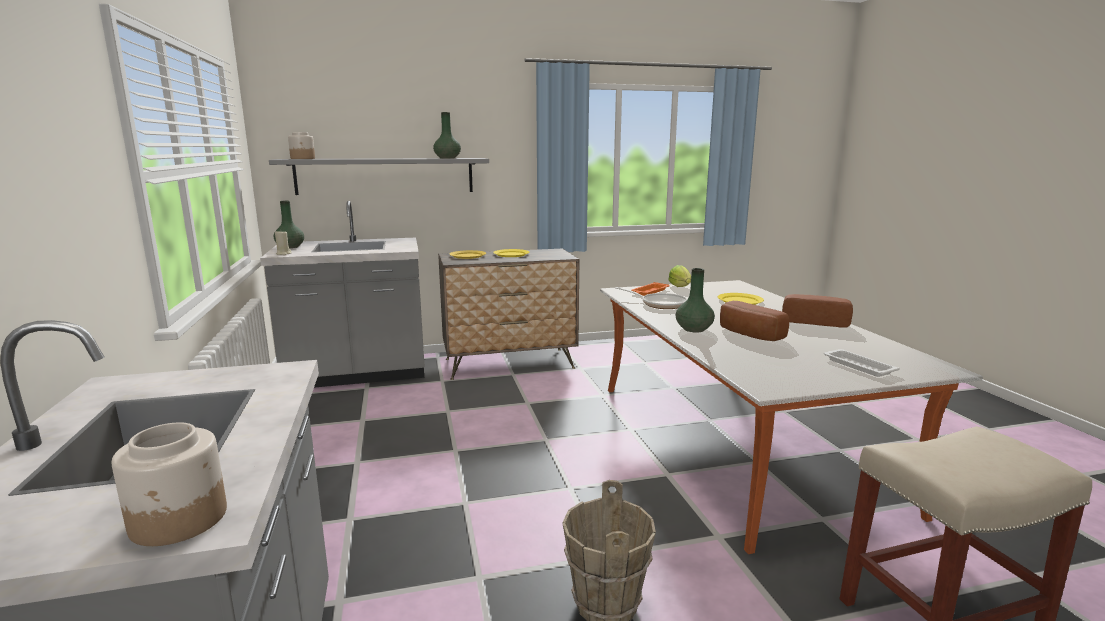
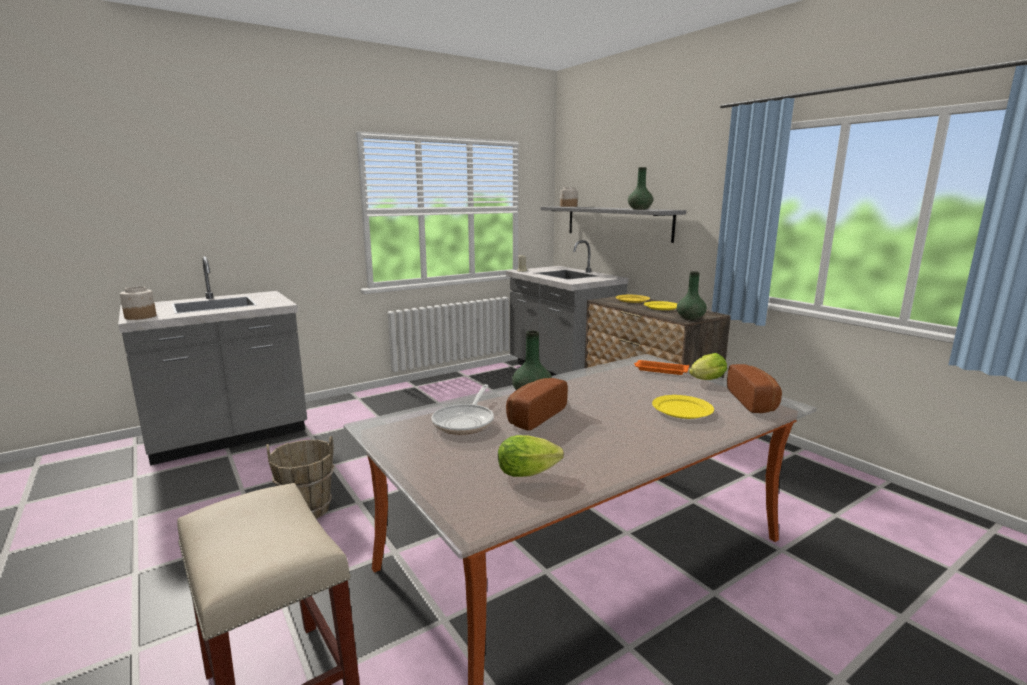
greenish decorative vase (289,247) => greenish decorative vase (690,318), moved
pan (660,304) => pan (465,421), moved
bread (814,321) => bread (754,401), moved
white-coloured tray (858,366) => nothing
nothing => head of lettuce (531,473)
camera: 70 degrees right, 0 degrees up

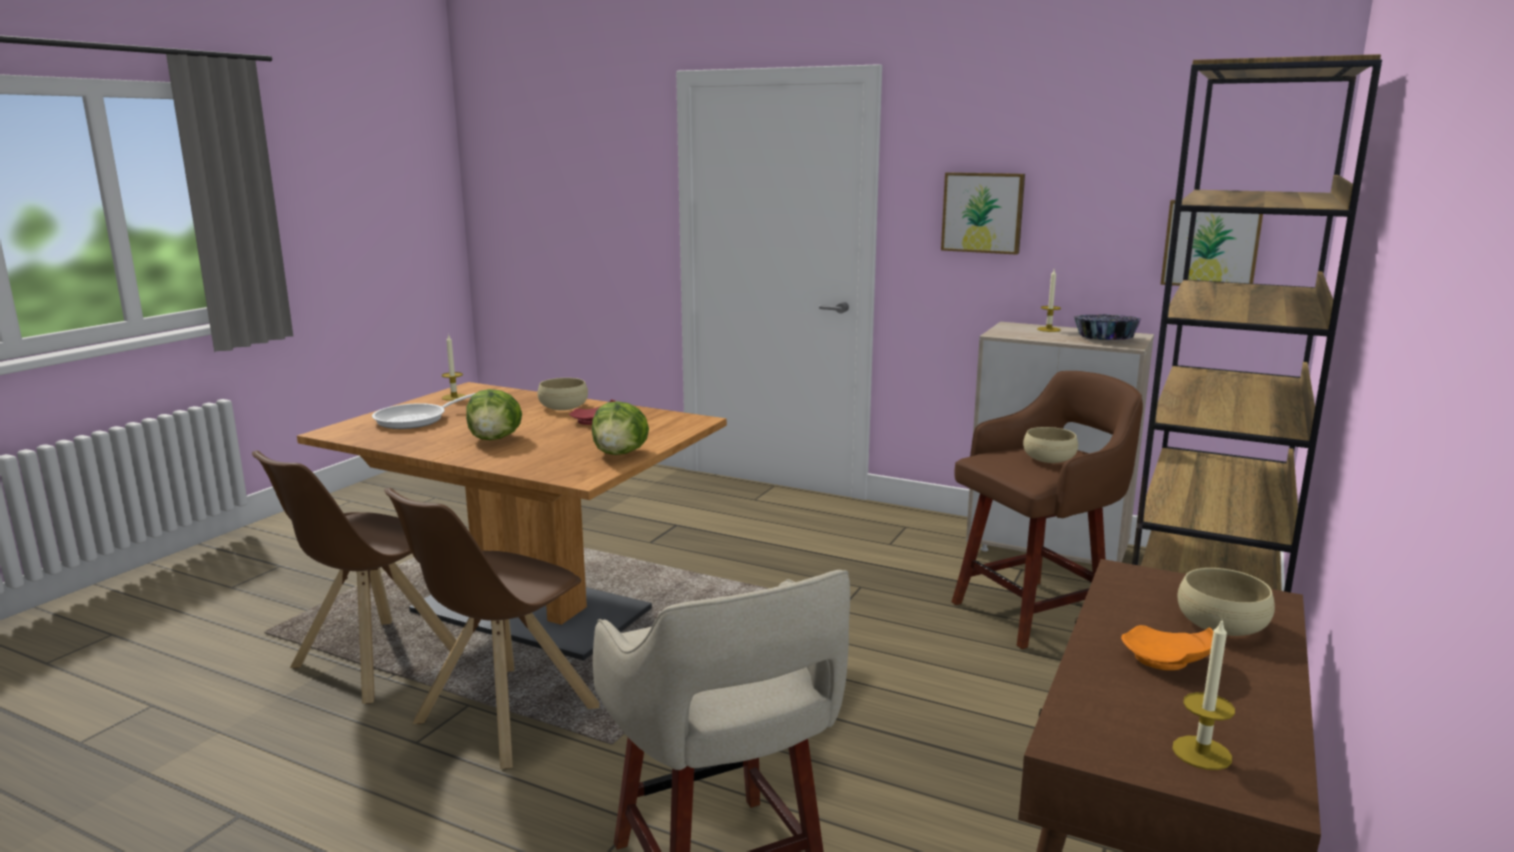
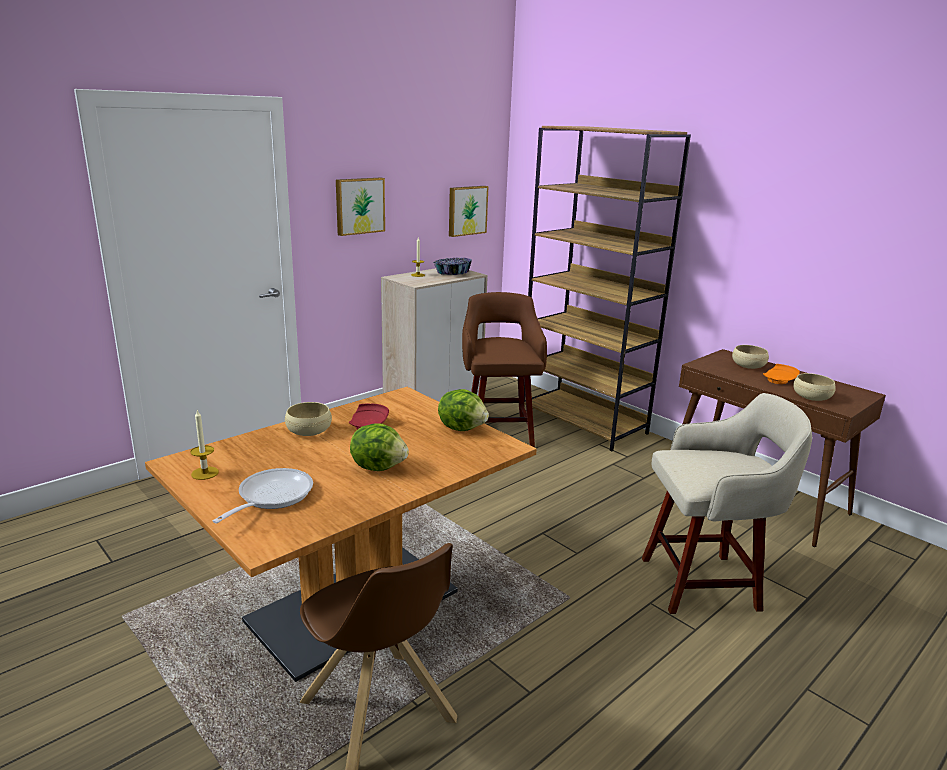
pan (417,419) => pan (271,497), 135 degrees counterclockwise
sand-coloured serving bowl (1049,459) => sand-coloured serving bowl (812,397), moved
brownish chair (502,716) => nothing
wax light (1201,753) => nothing
camera: 70 degrees left, 5 degrees up

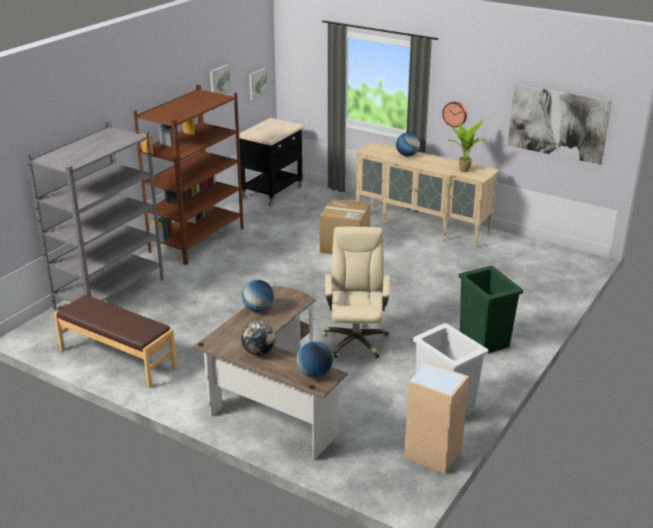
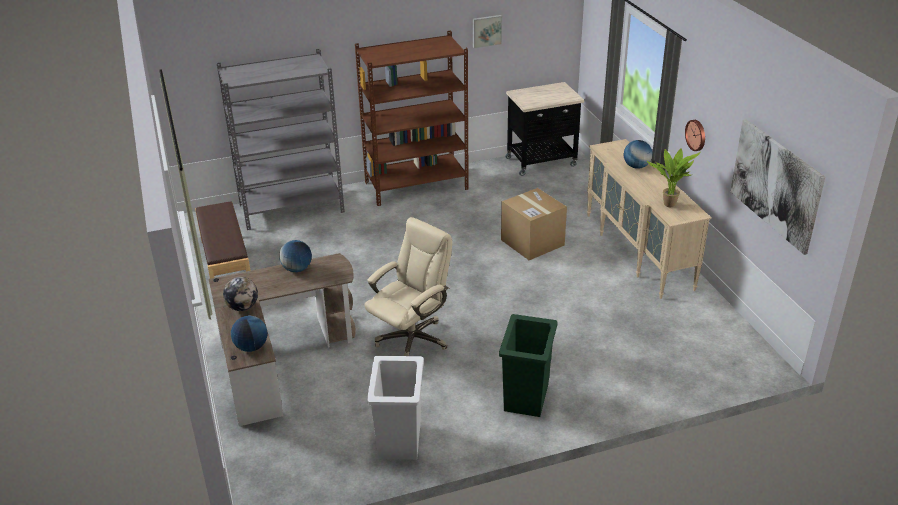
wall art (257,83) => nothing
shelving unit (433,455) => nothing
camera: 40 degrees right, 5 degrees up

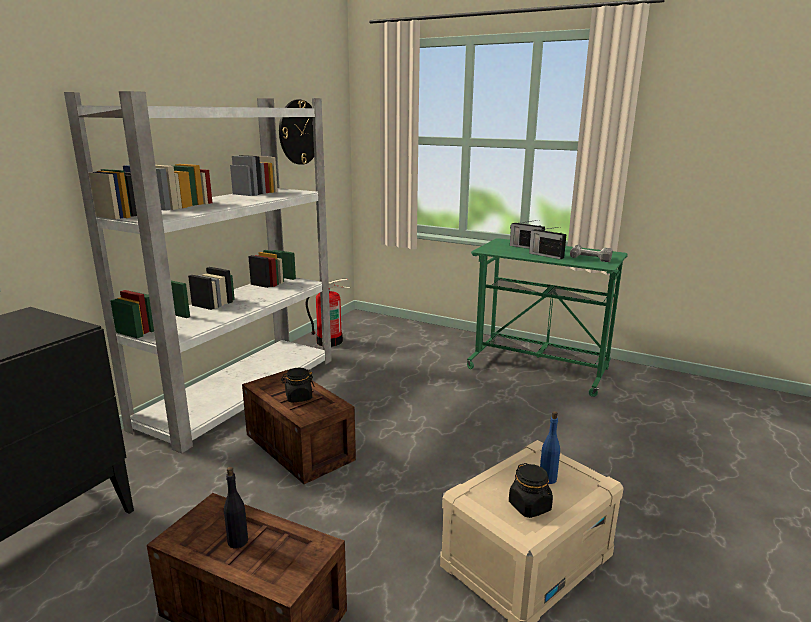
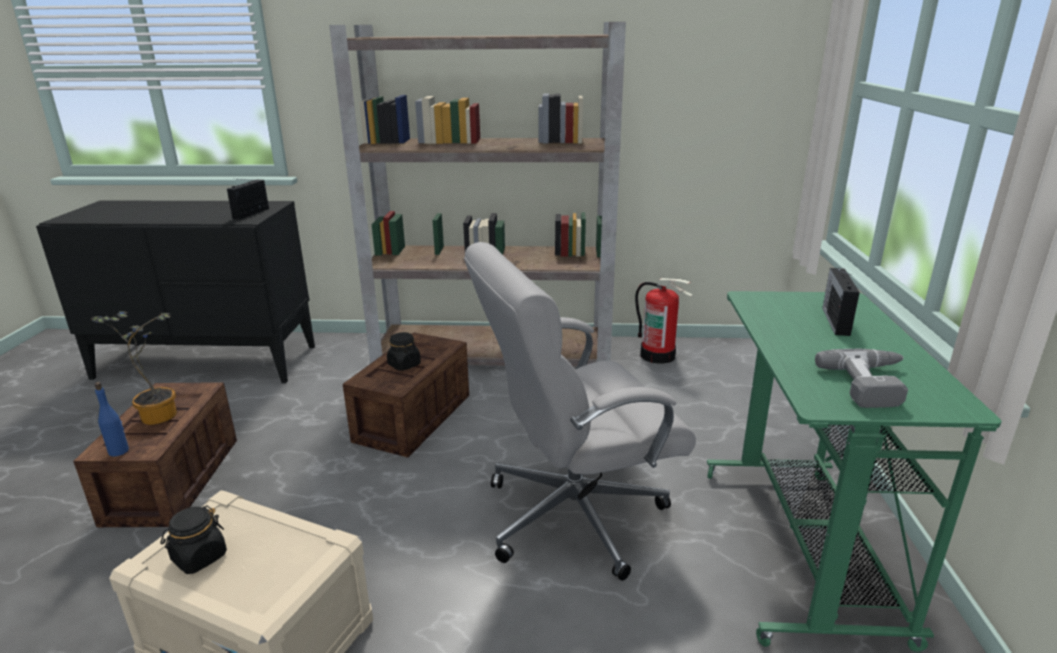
white-coloured shelving unit (241,391) => brownish shelving unit (493,353)
clock on the wall (299,132) => nothing
radio receiver (545,255) => radio receiver (252,213), moved
bluish drink bottle (547,478) => bluish drink bottle (119,451), moved
black drink bottle (237,541) => houseplant (158,414)
nothing => grey desk chair (575,514)
camera: 65 degrees right, 5 degrees up

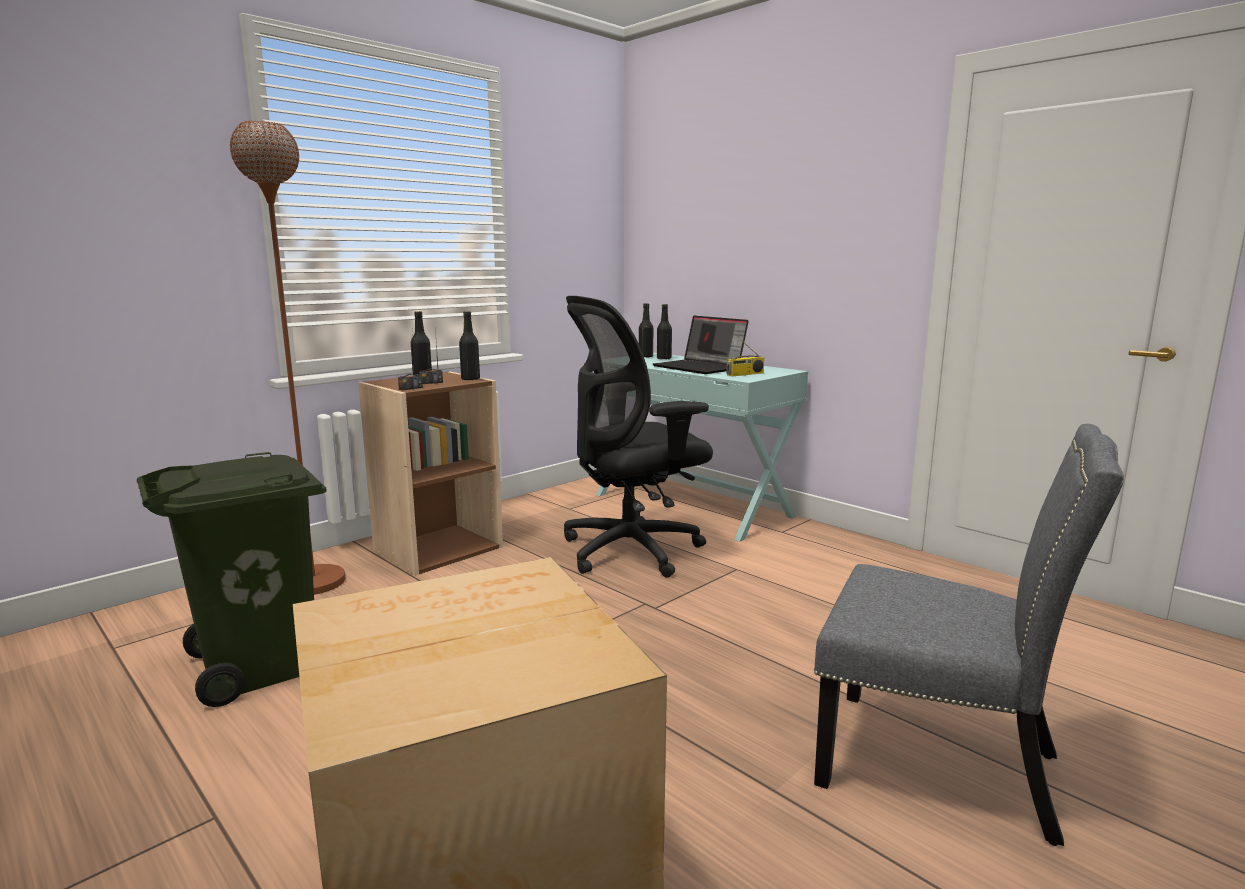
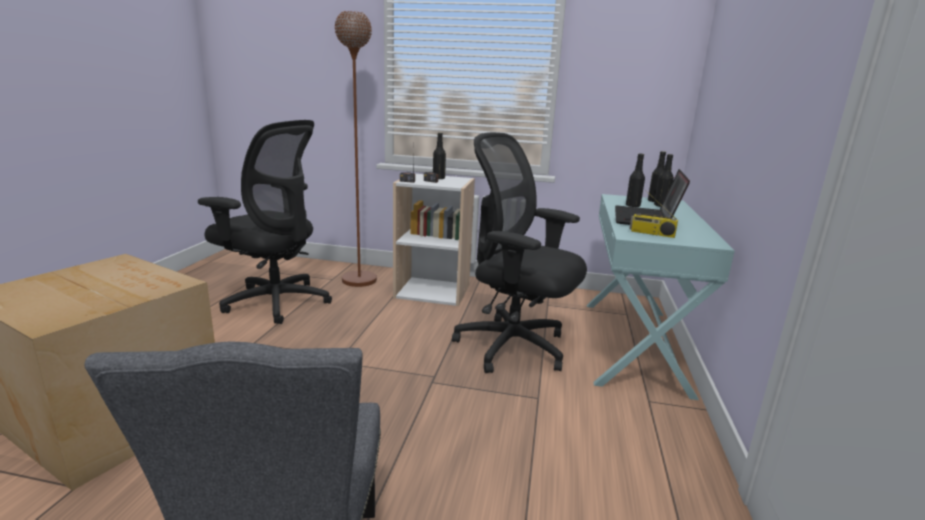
black drink bottle (470,379) => black drink bottle (632,206), moved
brownish shelving unit (439,548) => white-coloured shelving unit (433,291)
greenish rubbish bin (261,666) => black desk chair (271,302)
camera: 55 degrees right, 5 degrees up

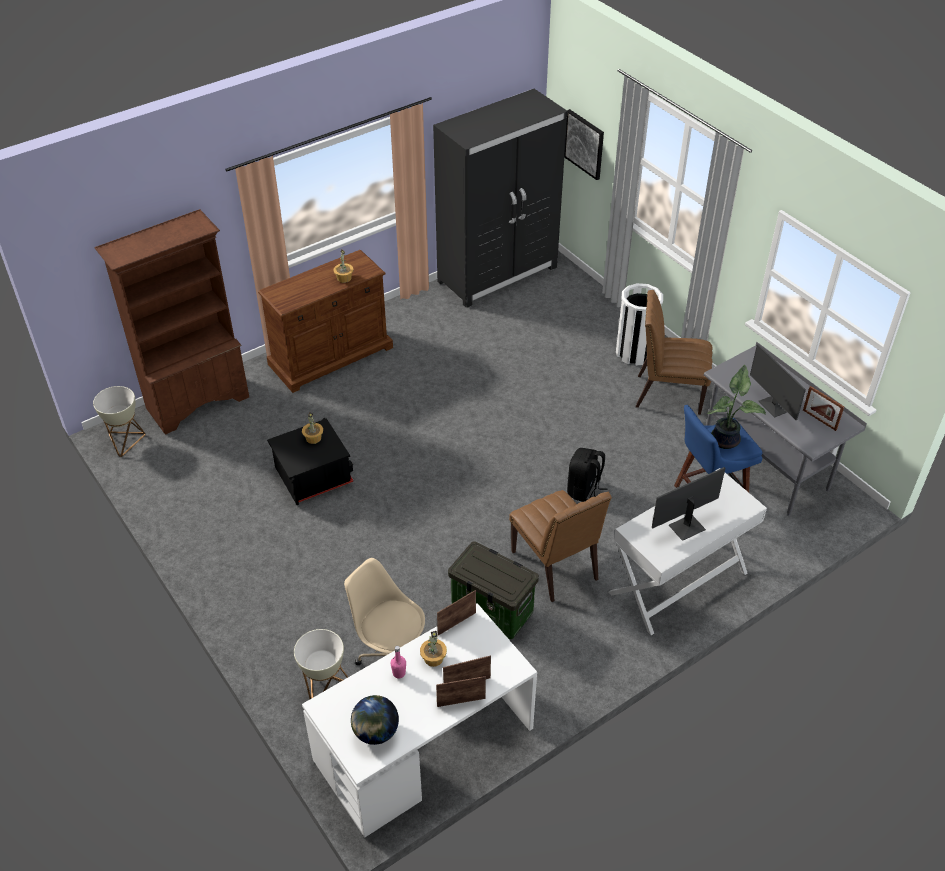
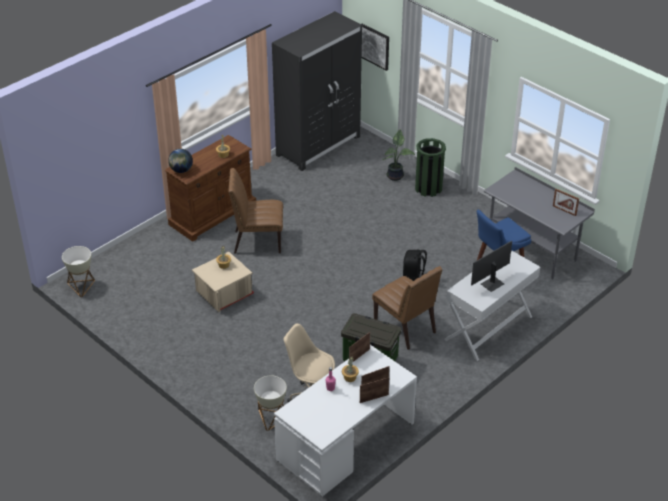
brownish shelving unit (197,402) => nothing
white-coloured rubbish bin (634,352) => greenish rubbish bin (428,188)
brownish chair (669,394) => brownish chair (258,242), moved
computer display (774,406) => nothing
houseplant (726,439) => houseplant (396,176), moved
black storage bin (312,475) => sand-coloured storage bin (223,293)
globe (375,732) => globe (181,170), moved
camera: 10 degrees left, 5 degrees down

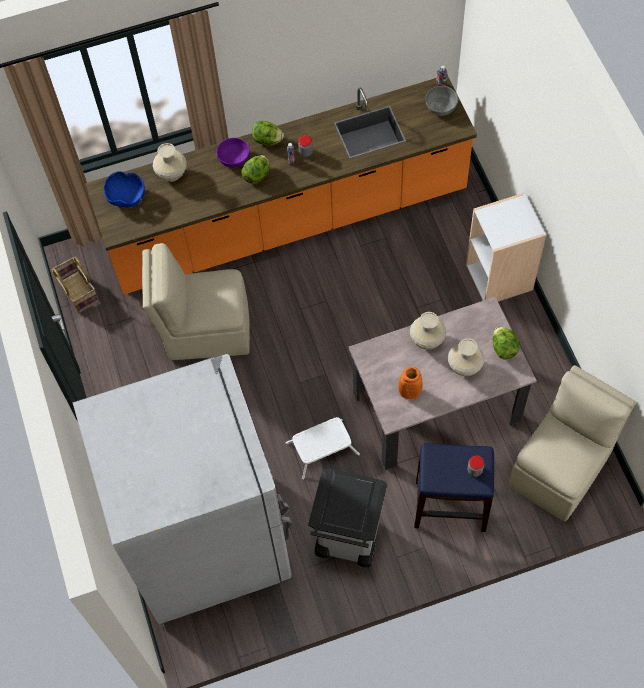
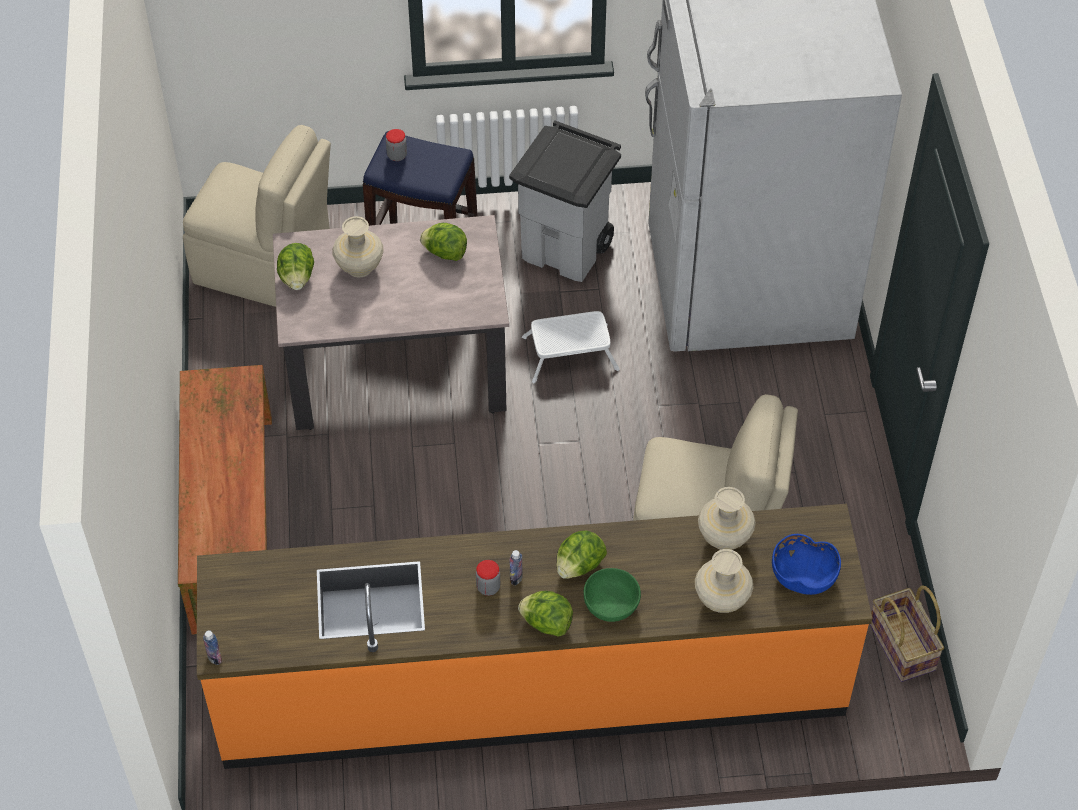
grey serving bowl (441,107) => nothing
purple serving bowl (234,158) => greenish serving bowl (611,604)
shelving unit (499,277) => brownish long seat (231,521)
sand-coloured decorative vase (427,340) => sand-coloured decorative vase (724,537), moved
sand-coloured chair (560,469) => sand-coloured chair (266,268), 120 degrees counterclockwise
orange-coloured decorative vase (409,392) => head of lettuce (445,253)
camera: 170 degrees left, 10 degrees down

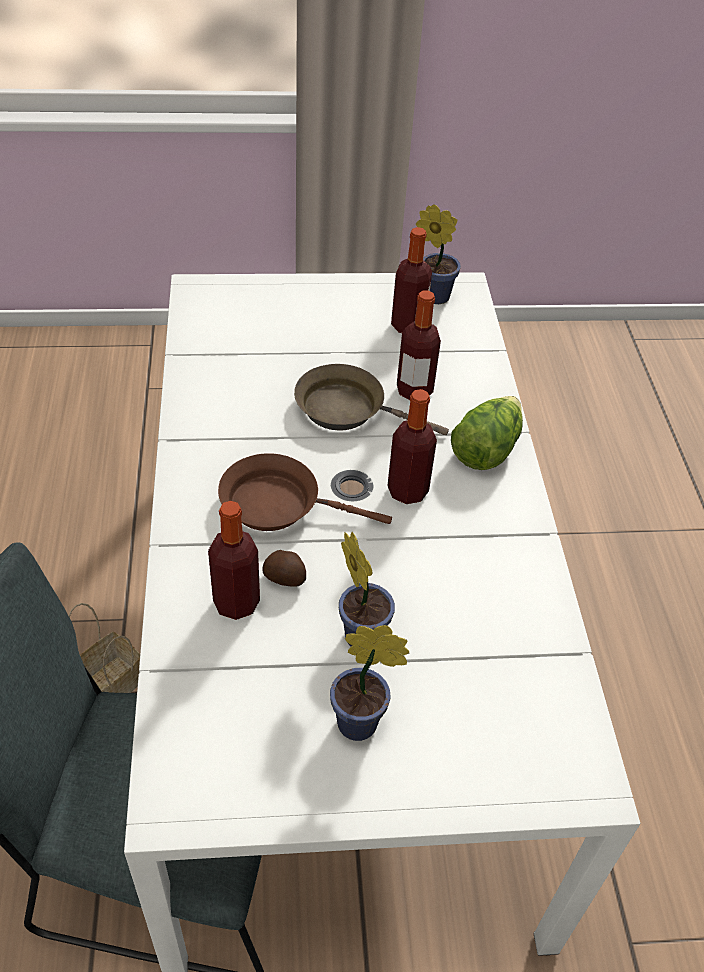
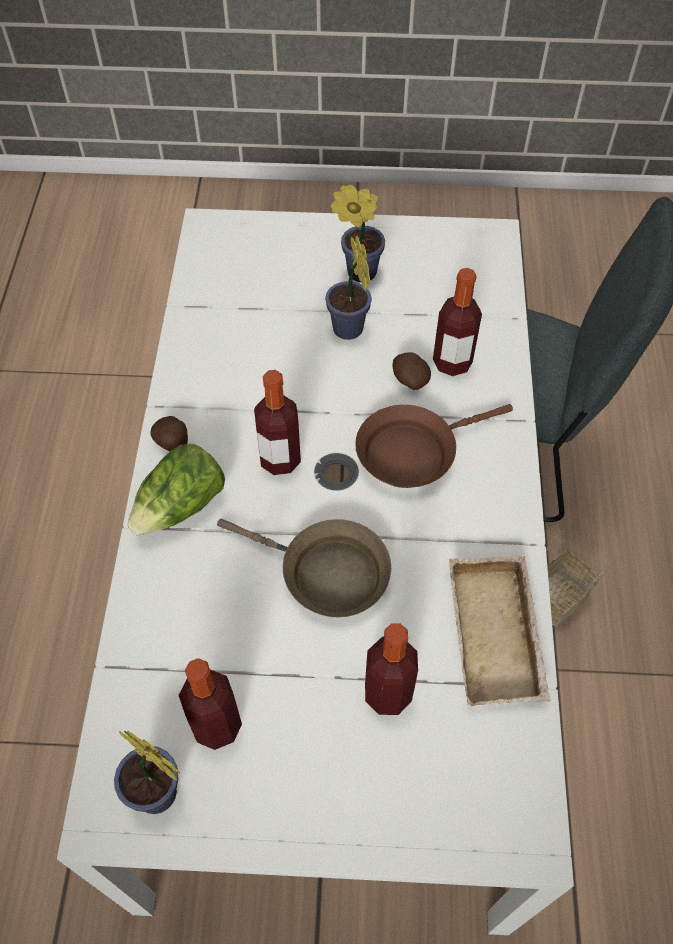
drink bottle (414,390) => drink bottle (388,693), moved
brownish pan (278,504) => brownish pan (413,452), 135 degrees clockwise
nothing => potato (173,443)
nothing => sand-coloured tray (499,637)
camera: 170 degrees left, 10 degrees up

